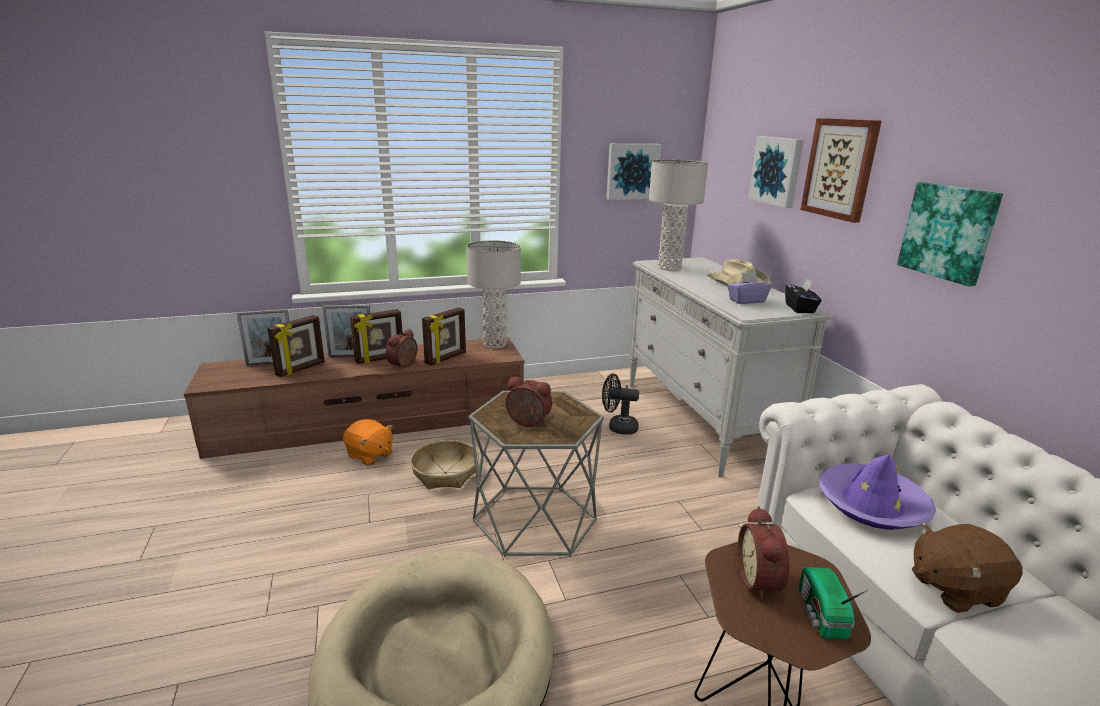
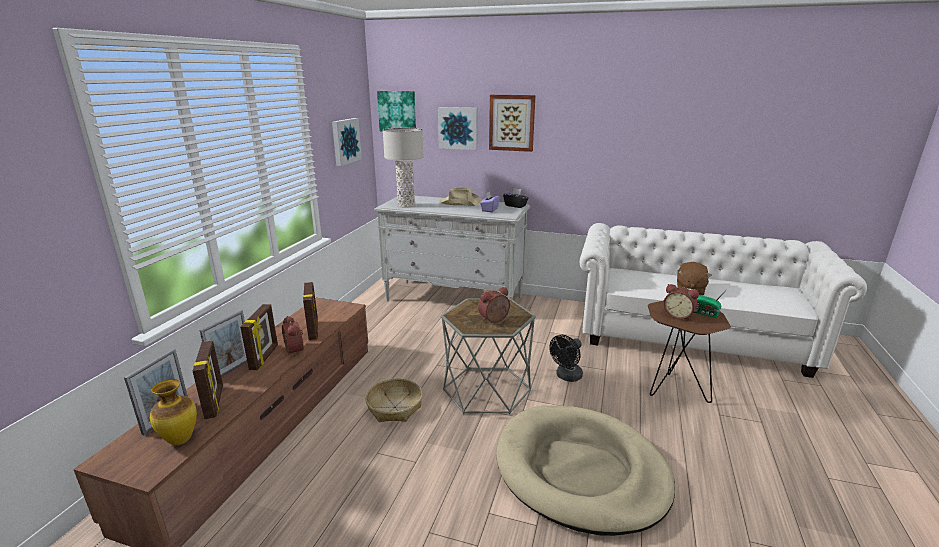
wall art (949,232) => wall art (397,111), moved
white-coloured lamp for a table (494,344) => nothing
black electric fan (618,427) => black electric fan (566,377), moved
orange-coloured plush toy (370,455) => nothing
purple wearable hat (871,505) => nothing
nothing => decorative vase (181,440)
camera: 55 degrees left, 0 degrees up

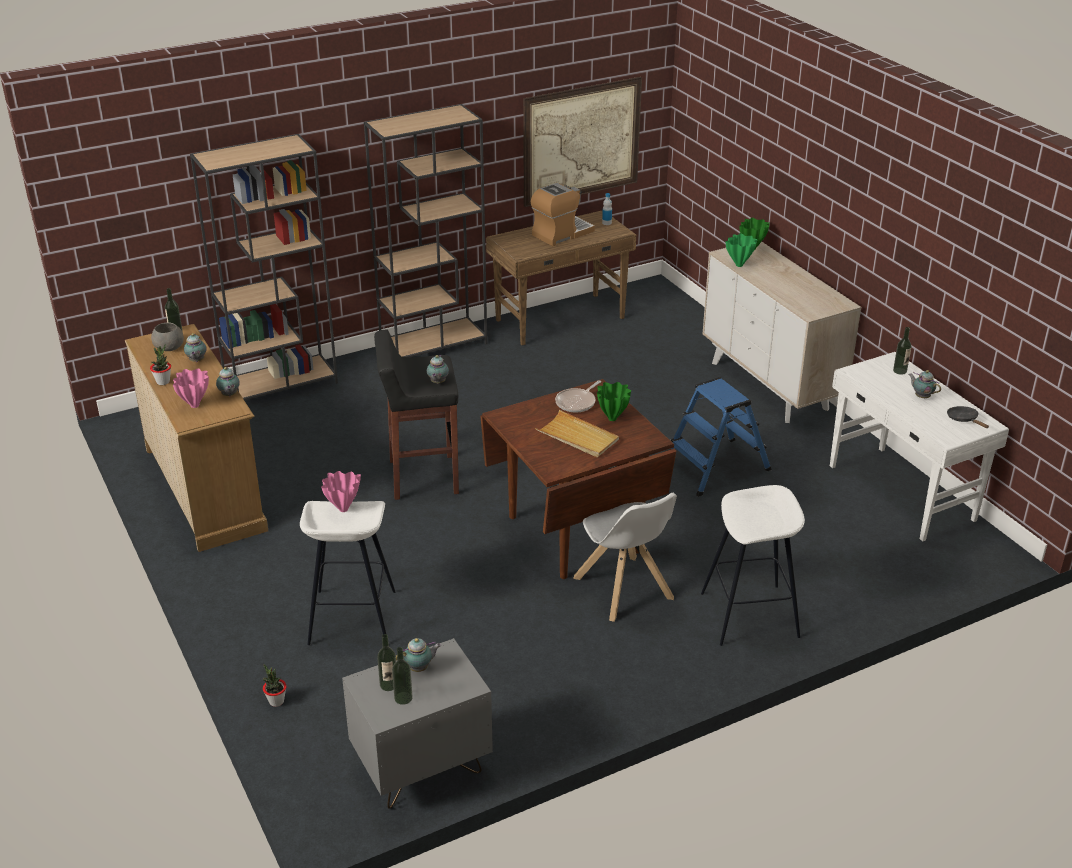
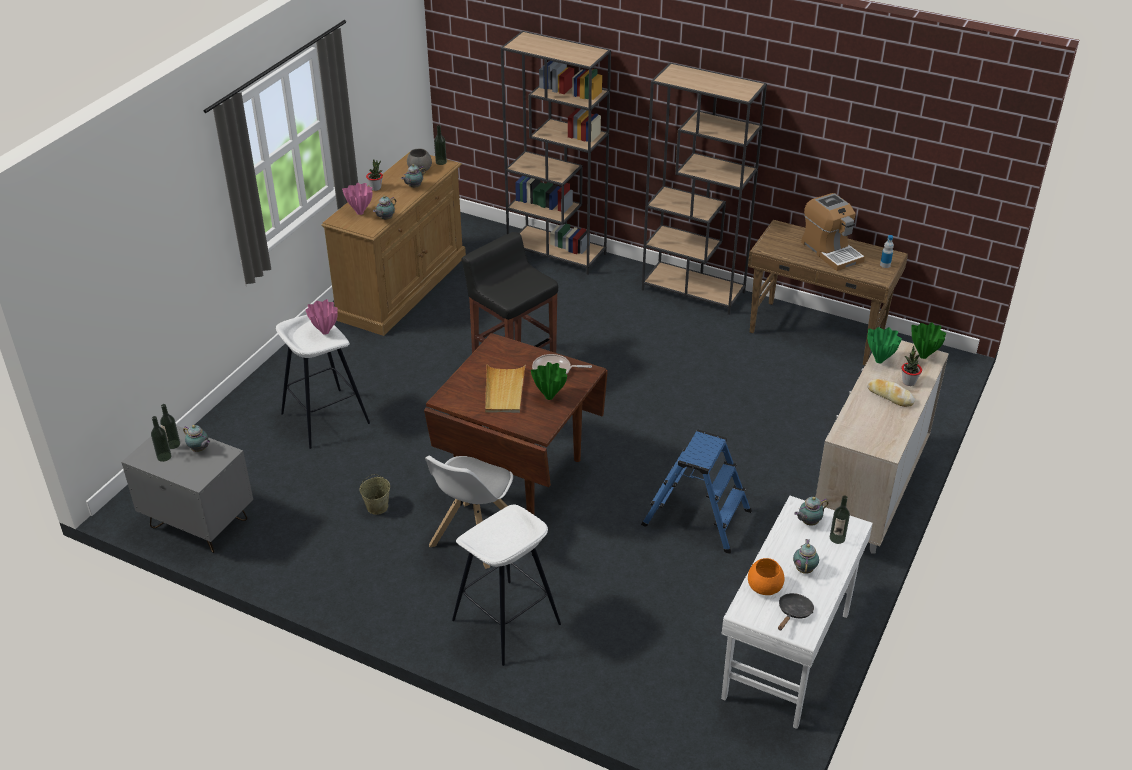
wall art (581,141) => nothing
coffee machine (562,234) => coffee machine (831,251), 45 degrees clockwise
pot for tea (437,382) => pot for tea (808,522), moved
houseplant (276,701) => houseplant (908,382), moved
nothing => bread (890,396)
nothing => sand-coloured water bucket (377,506)
nothing => orange-coloured serving bowl (764,586)
camera: 55 degrees right, 5 degrees up

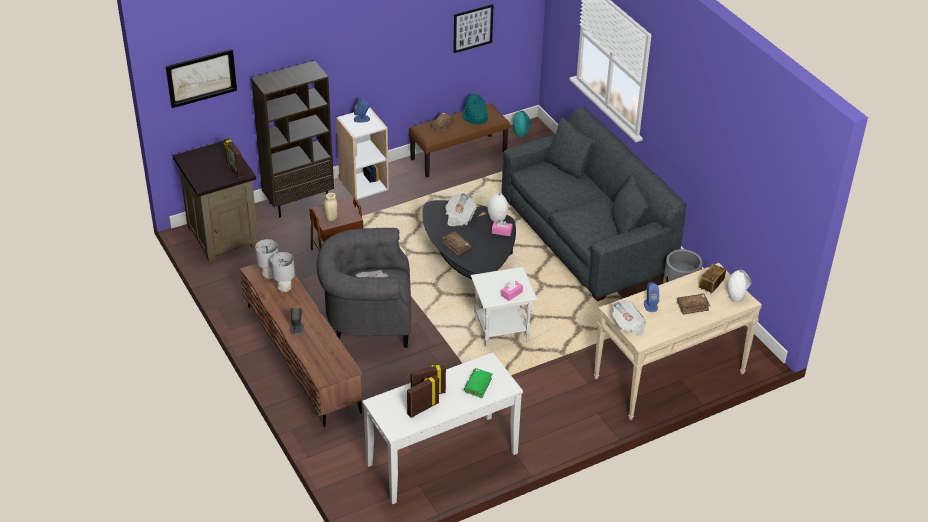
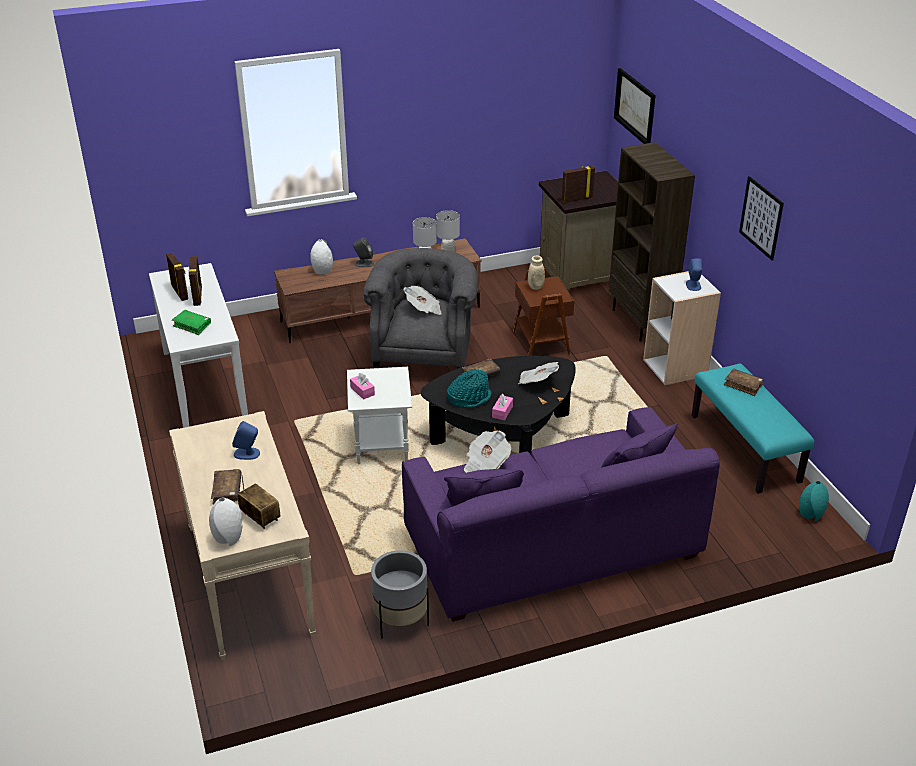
wall art (473,28) => wall art (761,218), moved
blue-green wearable hat (475,117) => blue-green wearable hat (469,398), moved
brownish long seat (458,155) => blue-green long seat (745,448)
grey sofa (585,237) => purple sofa (551,545)
white-coloured decorative vase (497,218) => white-coloured decorative vase (322,270), moved
newspaper (628,325) => newspaper (485,464), moved
camera: 100 degrees right, 5 degrees down

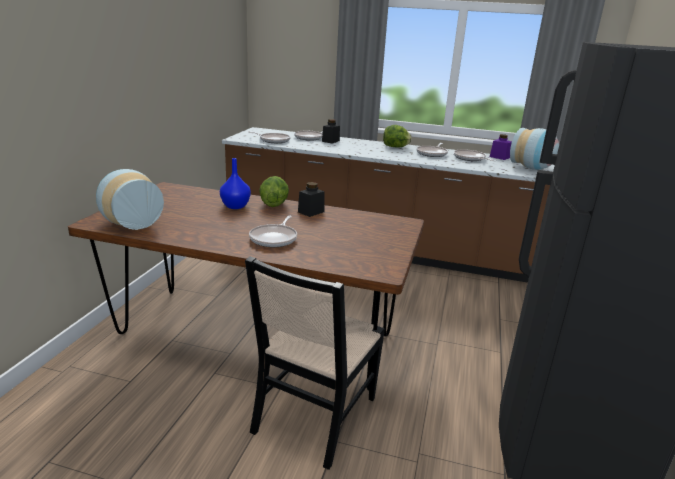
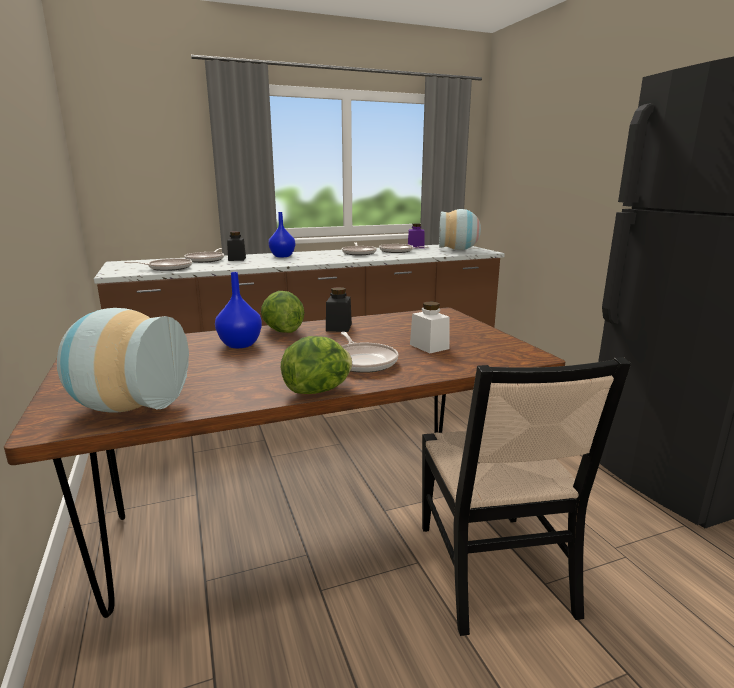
head of lettuce (395,147) => head of lettuce (319,390), moved
nothing => bluish decorative vase (282,256)
nothing => white-coloured jar (429,346)
camera: 35 degrees left, 5 degrees down

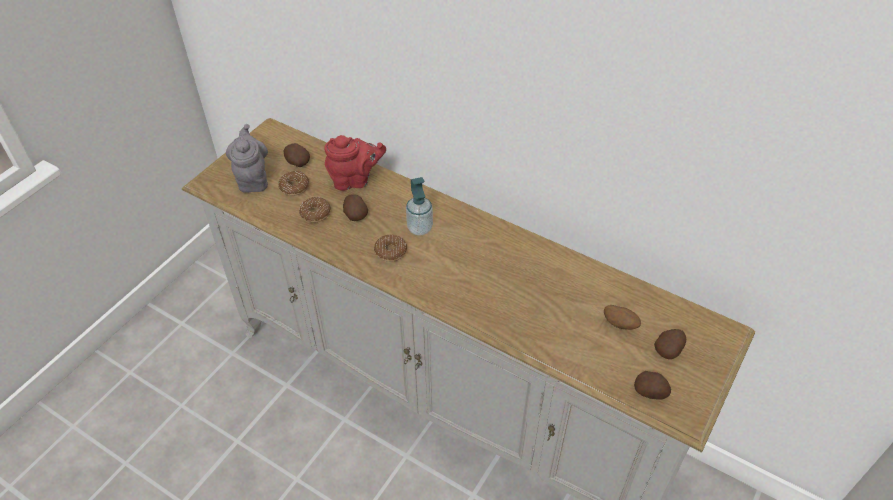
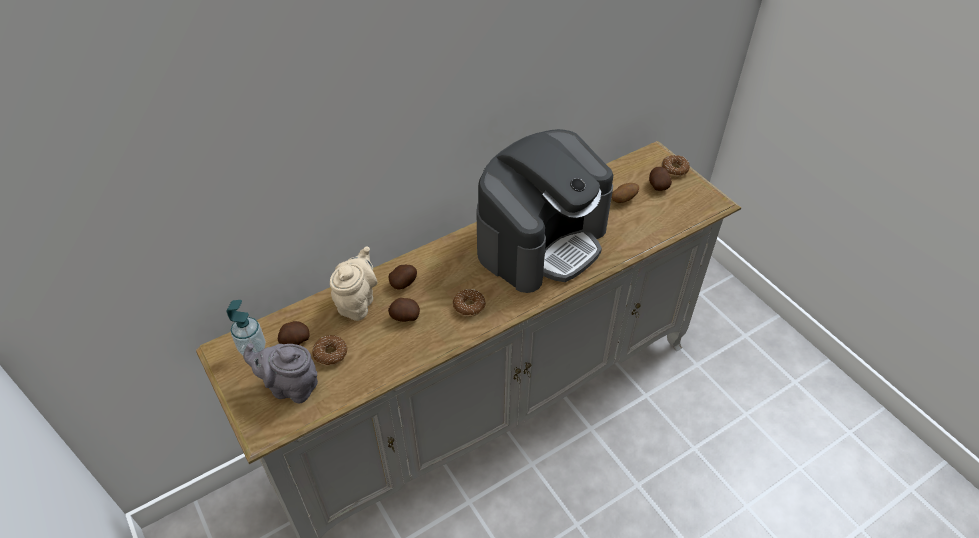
red pot for tea (355,180) => sand-coloured pot for tea (357,302)
soap dispenser (420,228) => soap dispenser (253,348), moved
ring doughnut (315,213) => ring doughnut (674,169), moved
potato (650,392) => potato (404,283), moved
nothing => coffee machine (542,241)
camera: 65 degrees left, 0 degrees up

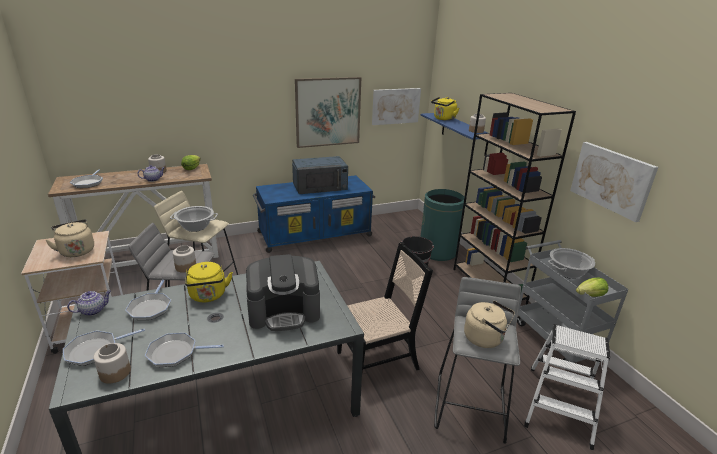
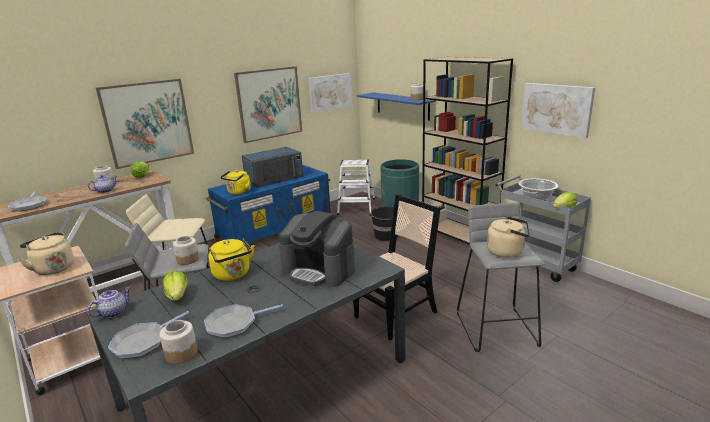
yellow kettle (443,119) => yellow kettle (238,192), moved
saucepot (195,227) => nothing
coffee machine (284,312) => coffee machine (319,270), 60 degrees clockwise
pan (150,308) => head of lettuce (178,296)
white-coloured stepladder (559,404) => white-coloured stepladder (356,206), moved
nothing => wall art (148,122)
camera: 15 degrees left, 5 degrees down

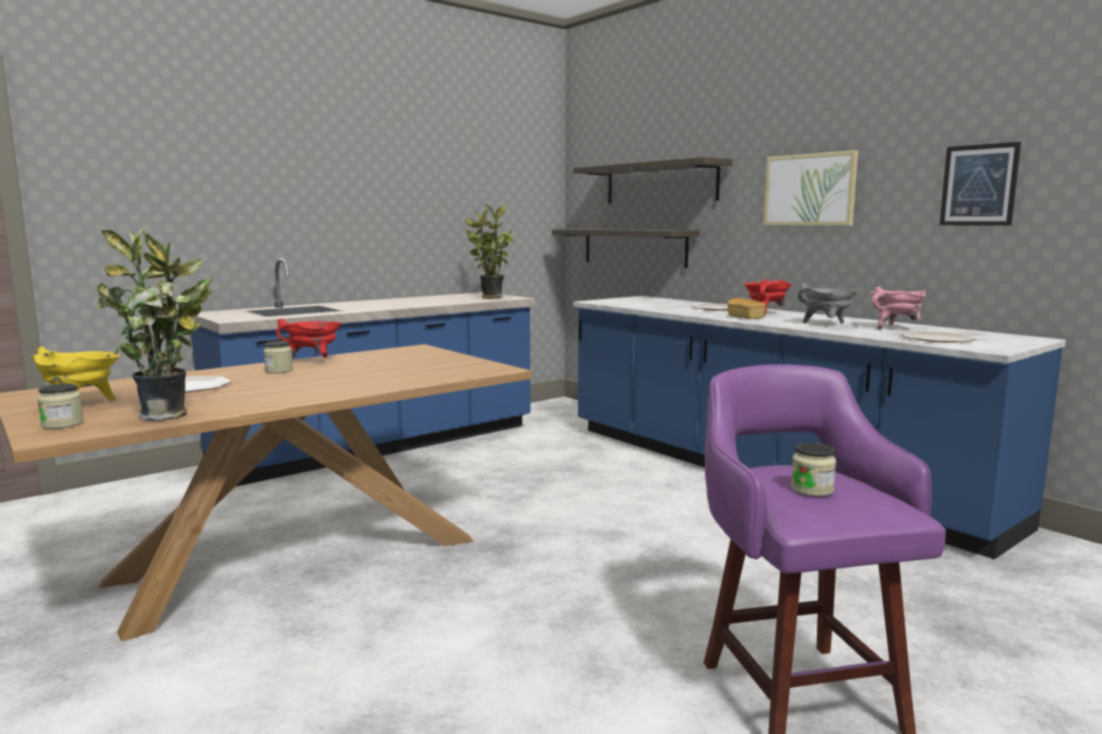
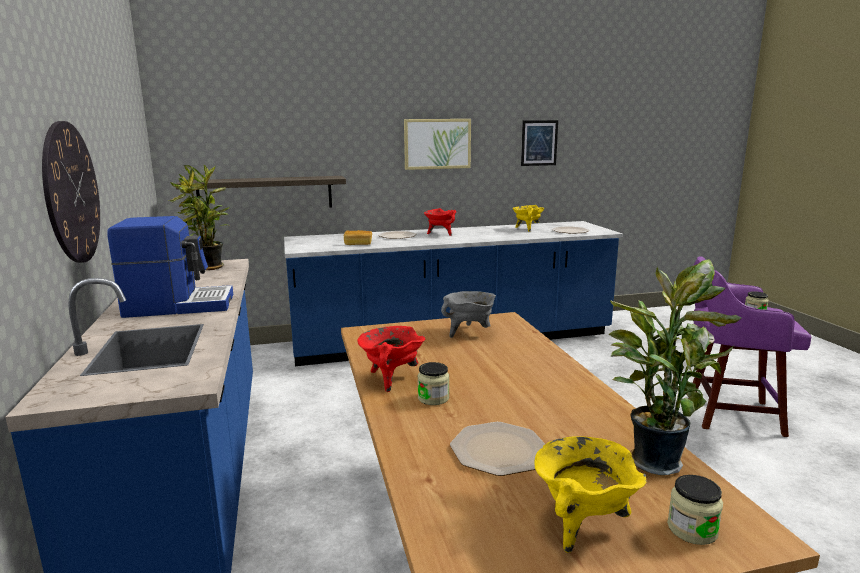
shelf (660,183) => nothing
grey saucepot (826,324) => grey saucepot (469,332), moved
pink-coloured saucepot (895,328) => yellow saucepot (527,229)
bread (745,318) => bread (358,244), moved
nothing => clock on the wall (72,193)
nothing => coffee machine (179,305)
camera: 65 degrees left, 5 degrees up

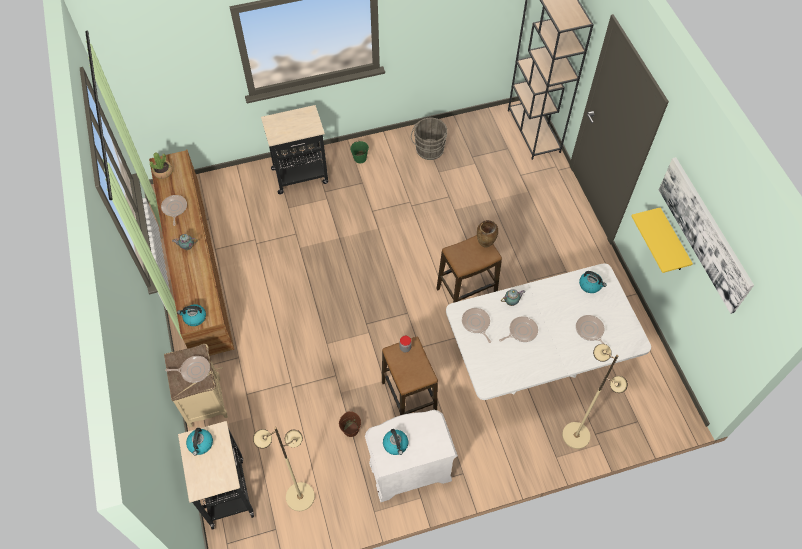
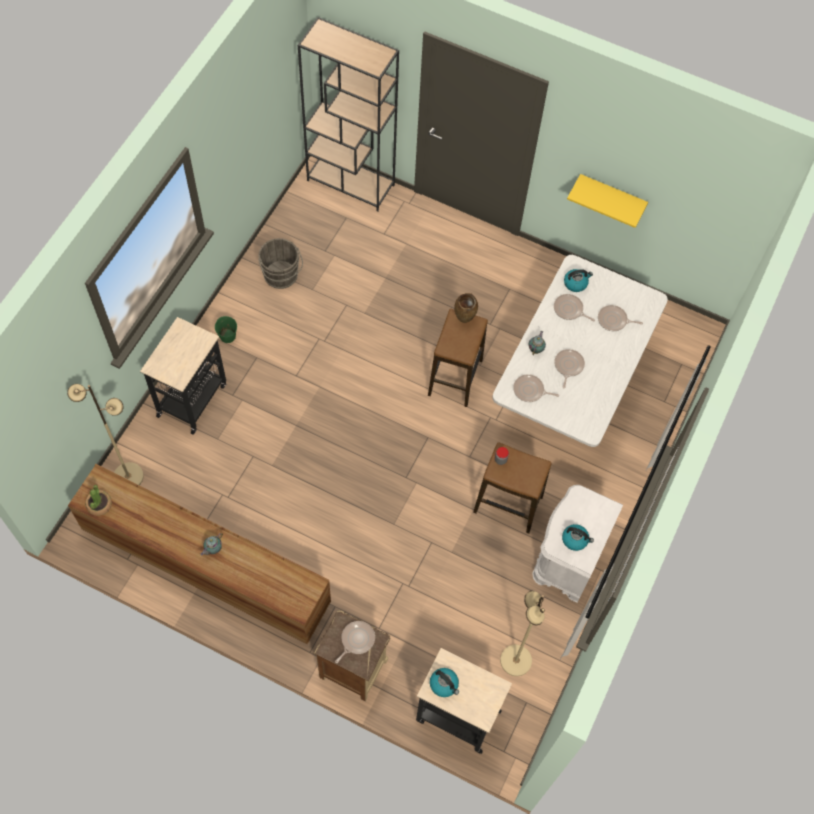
wall art (704,233) => nothing
pan (174,208) => pan (569,310), moved
kettle (194,318) => nothing
sand-coloured floor lamp (576,435) => sand-coloured floor lamp (128,476), moved
brownish water bucket (351,429) => nothing
camera: 50 degrees left, 5 degrees up

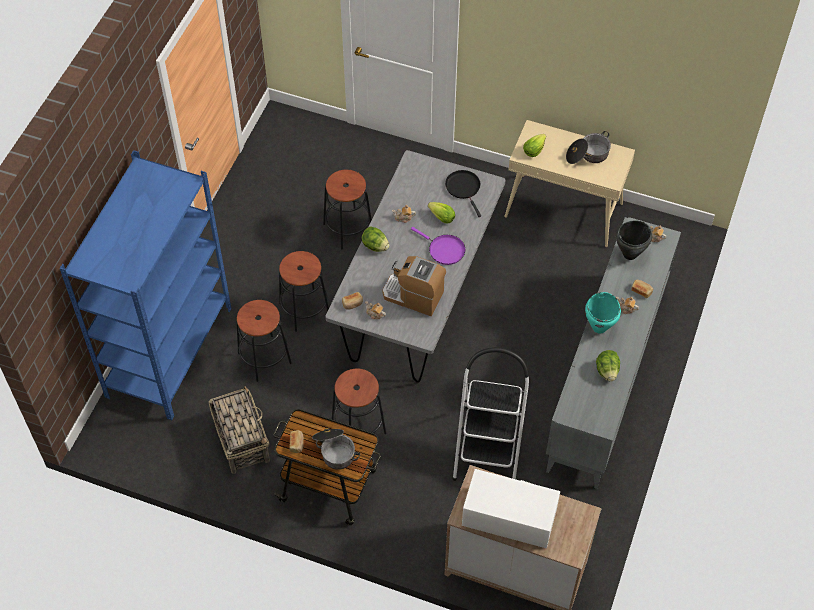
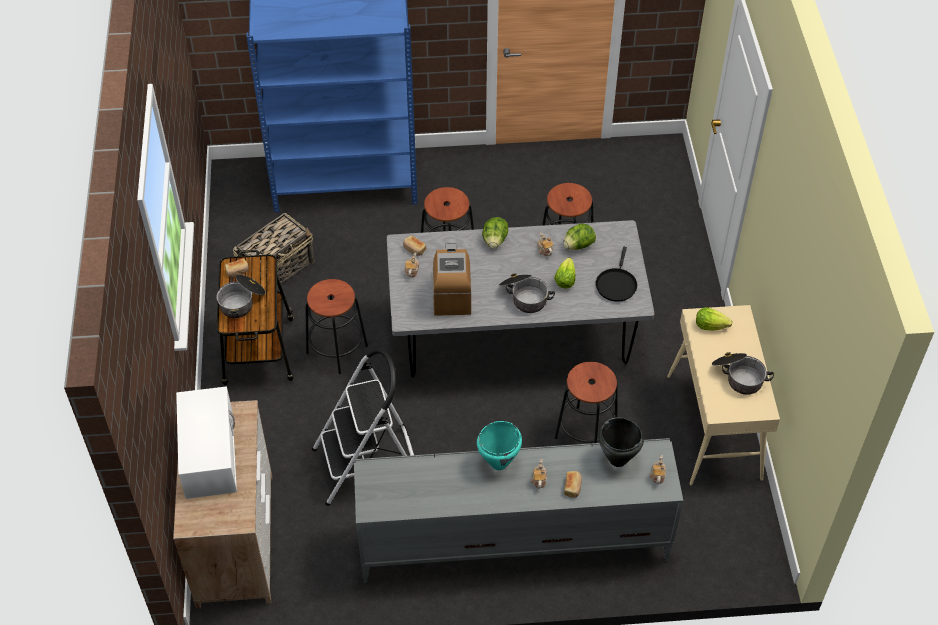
black pan (464,188) => black pan (616,284), 150 degrees clockwise
purple pan (444,250) => saucepot (524,297)
black stool seat (264,358) => black stool seat (586,432), moved
head of lettuce (607,371) => head of lettuce (578,245), moved
camera: 65 degrees right, 5 degrees down

